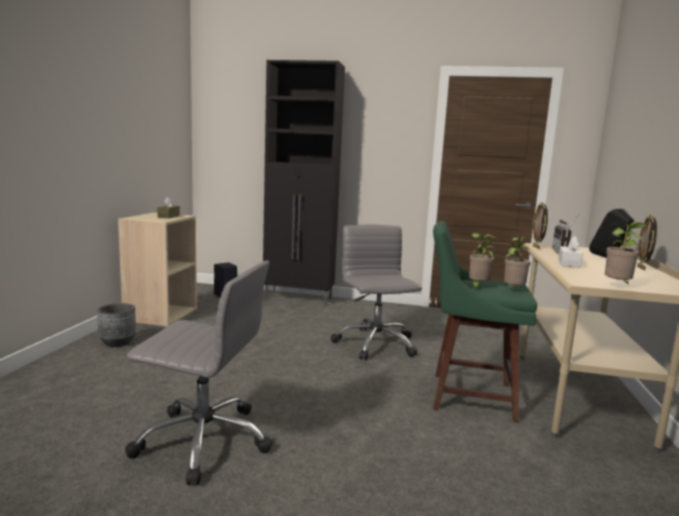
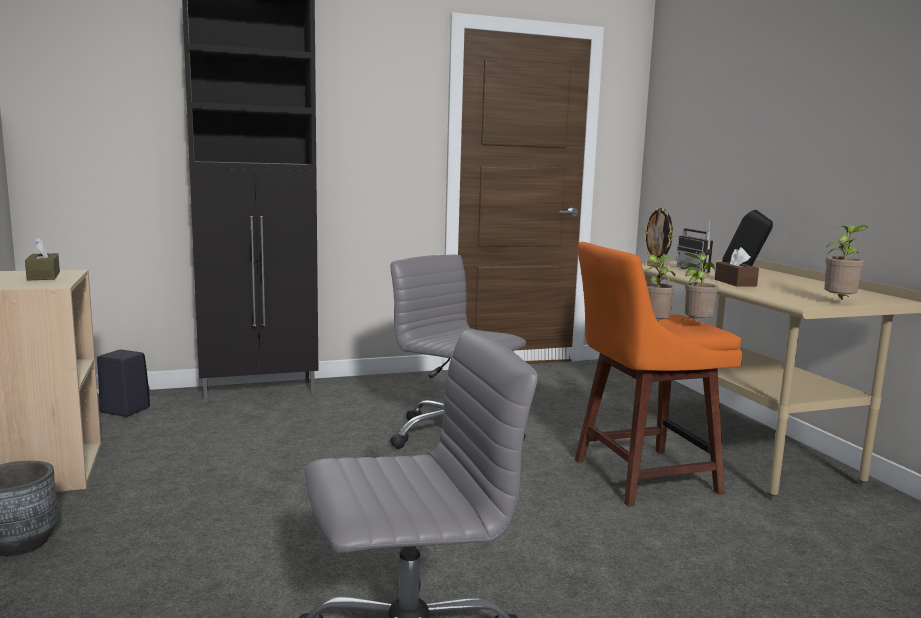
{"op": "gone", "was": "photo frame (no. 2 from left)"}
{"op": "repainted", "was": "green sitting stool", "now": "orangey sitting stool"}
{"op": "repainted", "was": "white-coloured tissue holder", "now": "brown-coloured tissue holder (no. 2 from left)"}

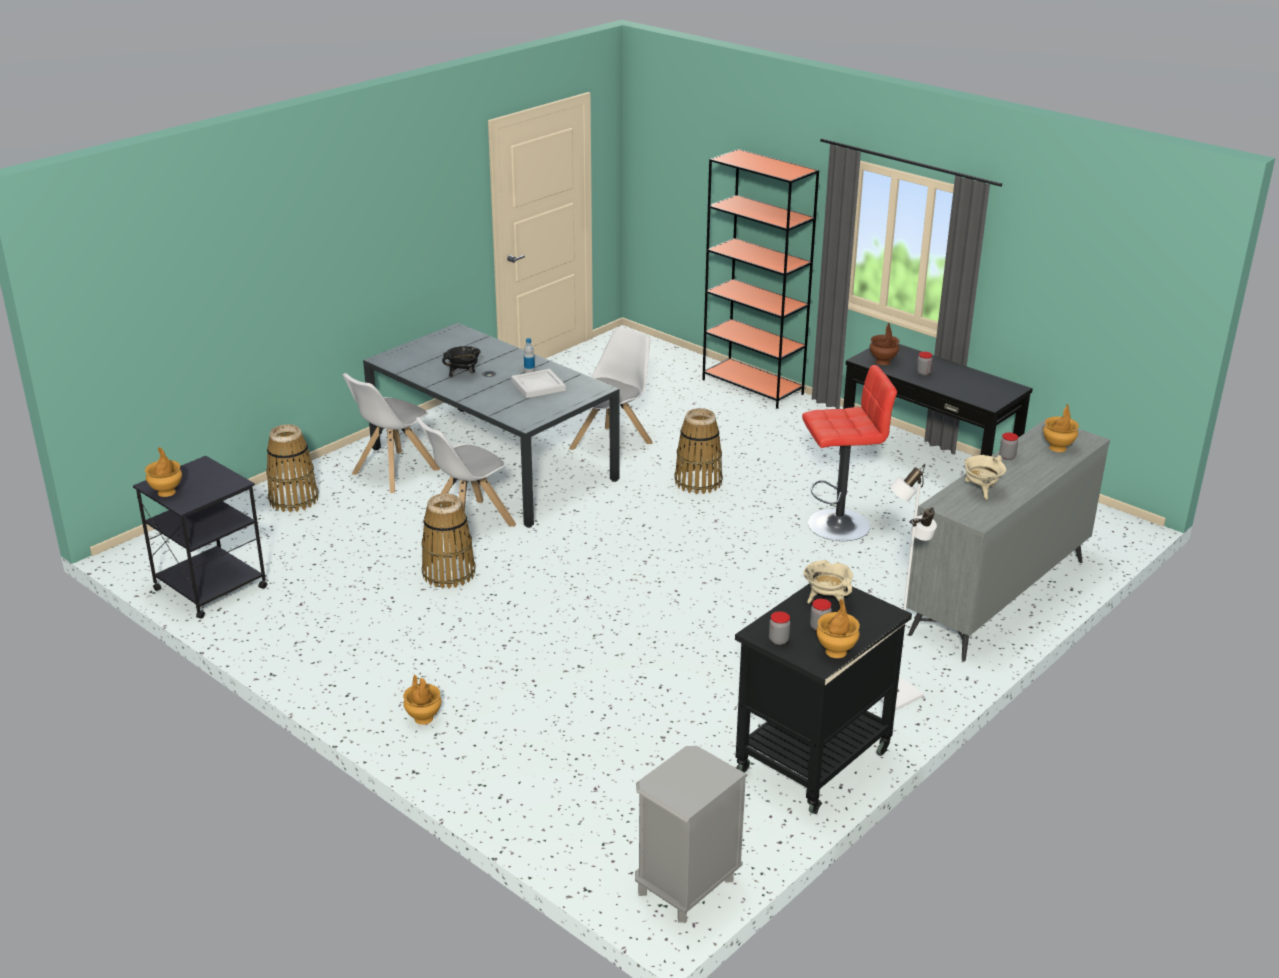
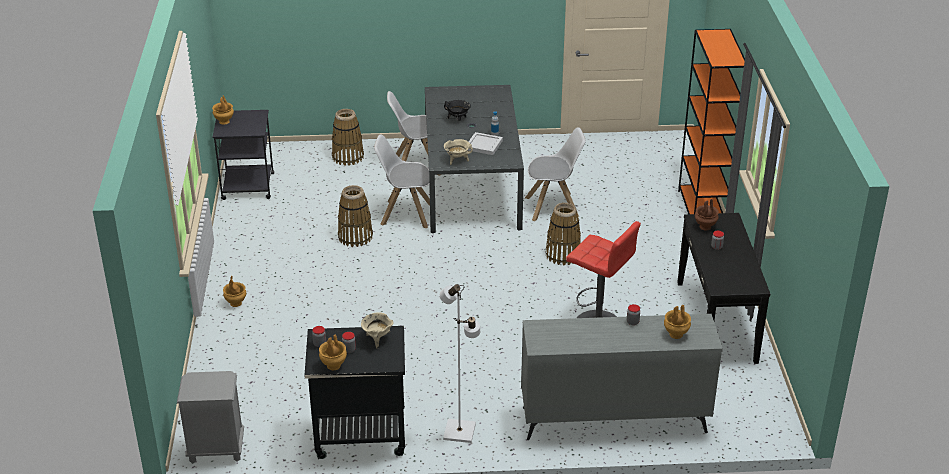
{"op": "shifted", "was": "sand-coloured stockpot (no. 2 from left)"}

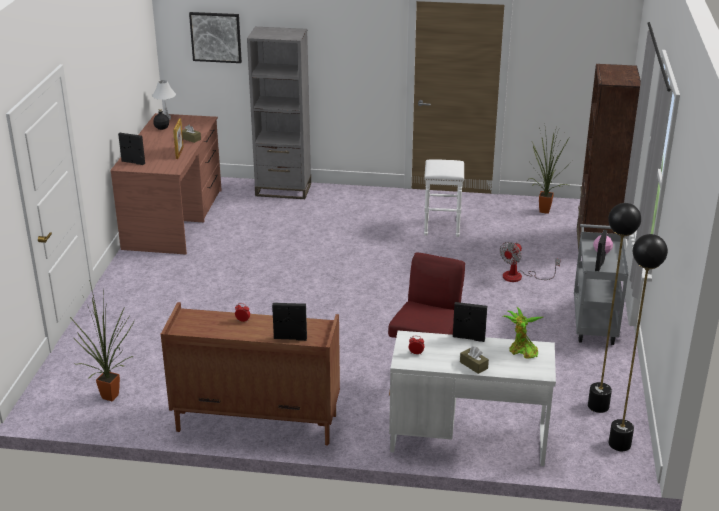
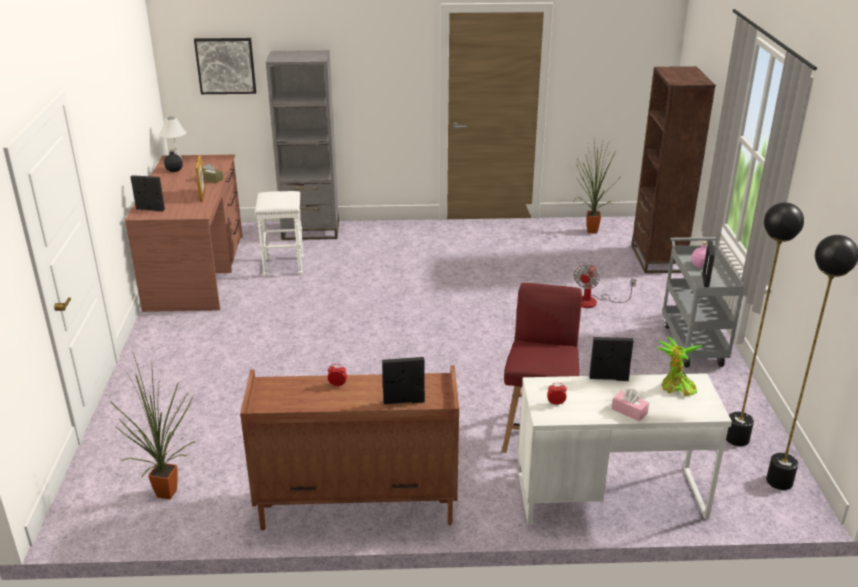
{"op": "shifted", "was": "white-coloured sitting stool"}
{"op": "repainted", "was": "brown-coloured tissue holder (no. 2 from left)", "now": "pinkish tissue holder"}

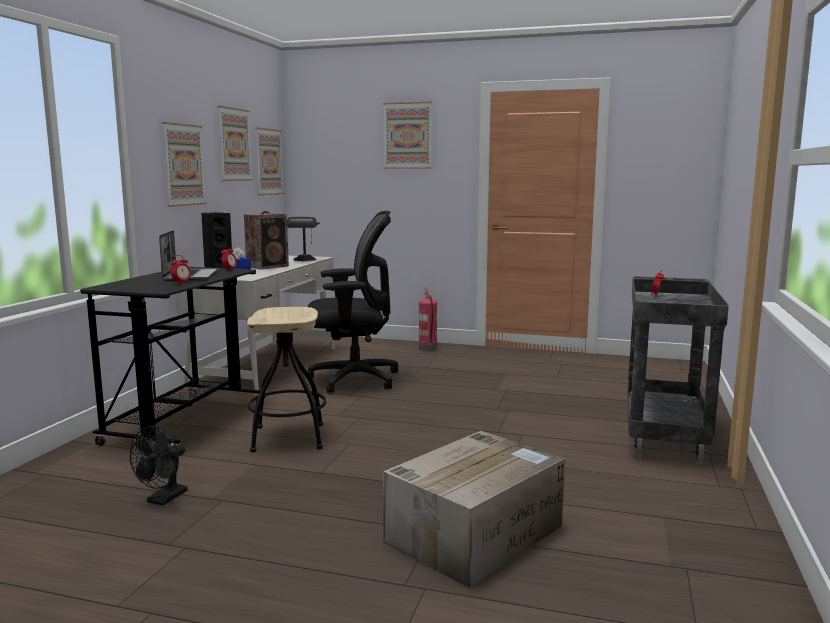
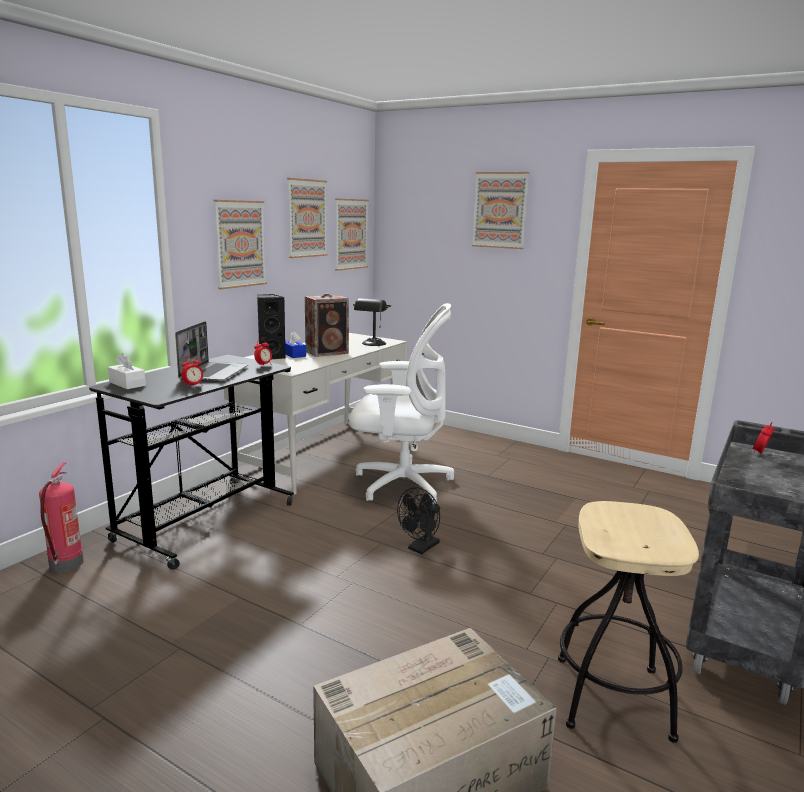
{"op": "new", "now": "white-coloured tissue holder"}
{"op": "shifted", "was": "black-coloured fan"}
{"op": "shifted", "was": "sand-coloured sitting stool"}
{"op": "shifted", "was": "extinguisher"}
{"op": "repainted", "was": "black-coloured computer chair", "now": "white-coloured computer chair"}

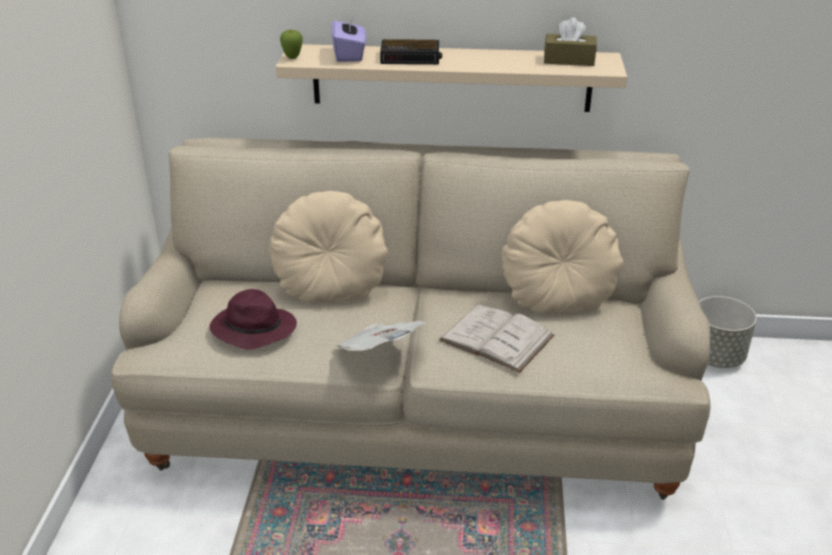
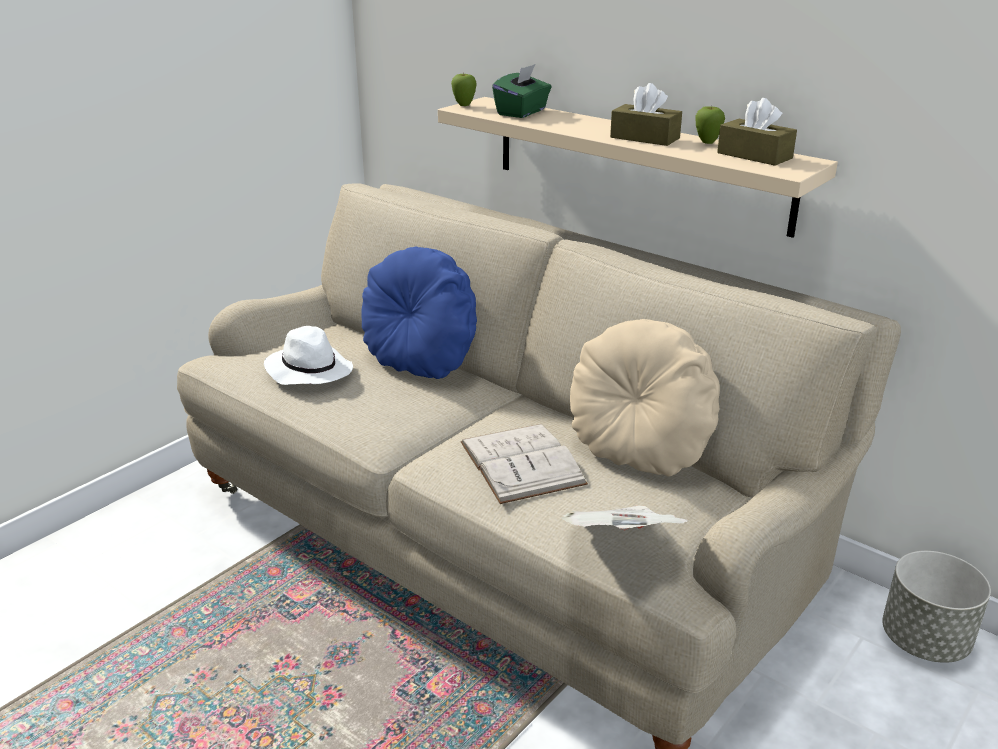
{"op": "gone", "was": "alarm clock"}
{"op": "new", "now": "brown-coloured tissue holder (no. 1 from left)"}
{"op": "new", "now": "apple (no. 2 from left)"}
{"op": "shifted", "was": "newspaper"}
{"op": "repainted", "was": "purplish clothing hat", "now": "white-coloured clothing hat"}
{"op": "repainted", "was": "sand-coloured pillow (no. 1 from left)", "now": "blue pillow"}
{"op": "repainted", "was": "purplish tissue holder", "now": "green tissue holder"}

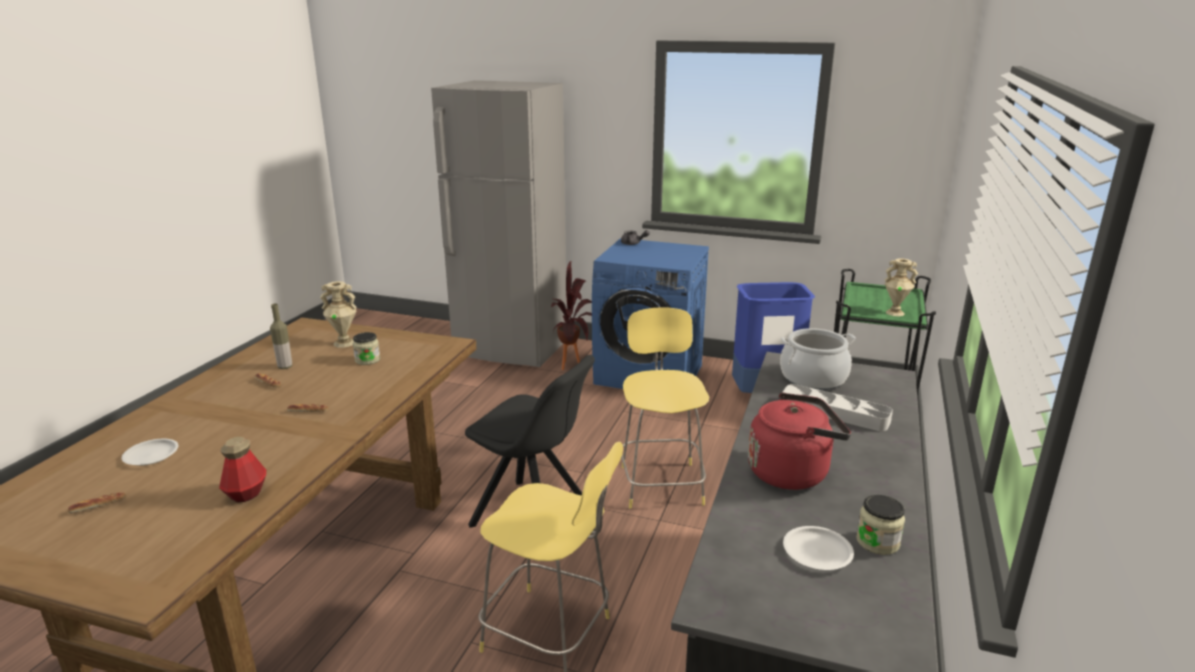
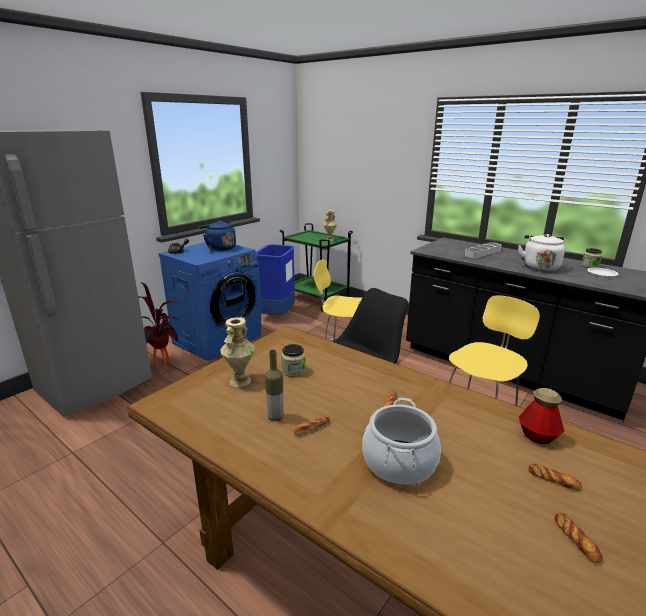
{"op": "gone", "was": "white-coloured plate (no. 1 from left)"}
{"op": "new", "now": "blue tea kettle"}
{"op": "new", "now": "bakery bread (no. 3 from left)"}
{"op": "shifted", "was": "stockpot"}
{"op": "repainted", "was": "red-coloured tea kettle", "now": "white-coloured tea kettle"}

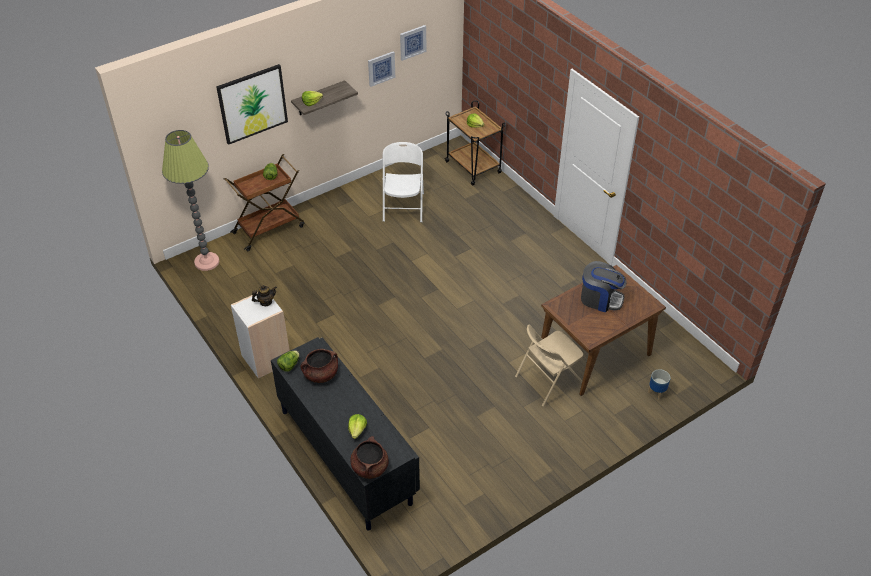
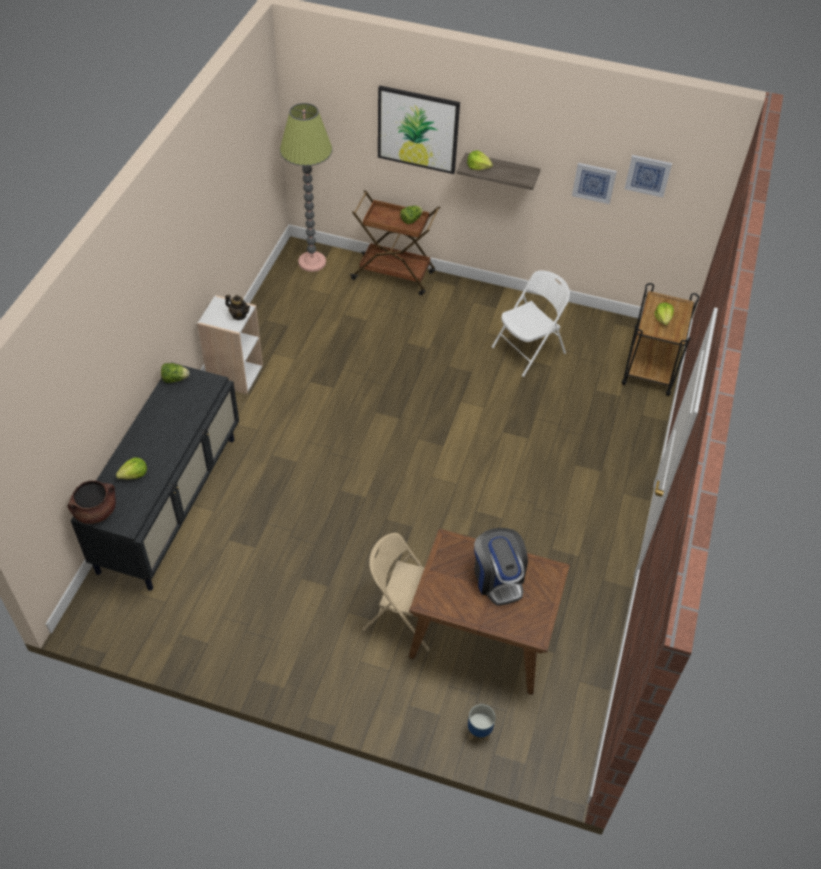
{"op": "gone", "was": "brown-coloured stockpot (no. 1 from left)"}

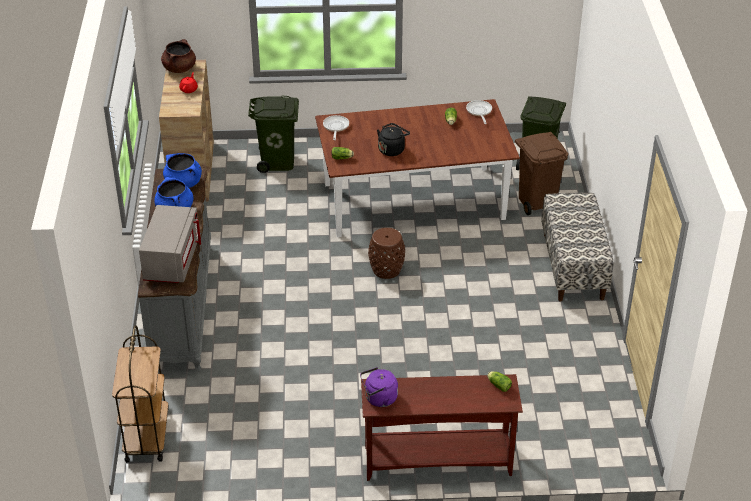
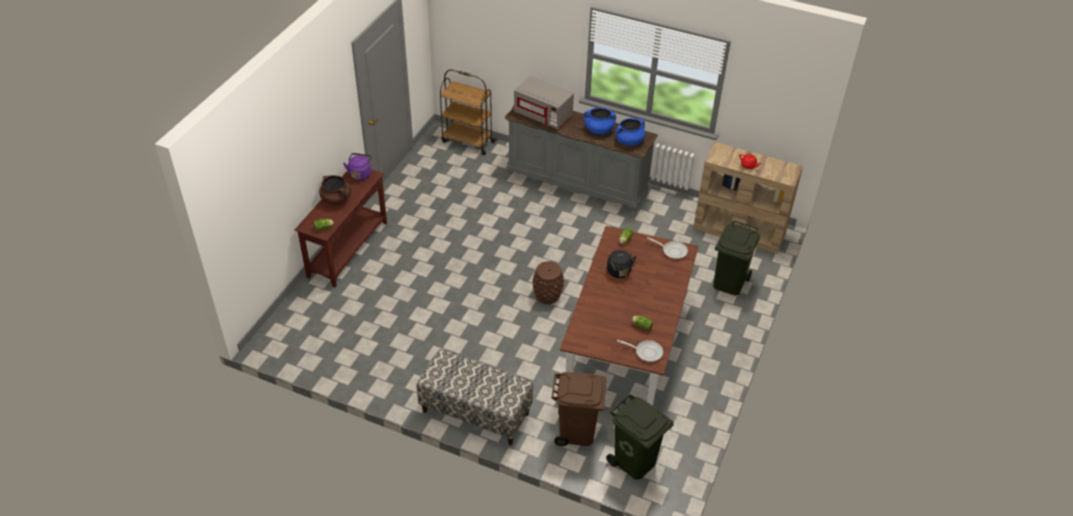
{"op": "shifted", "was": "brown-coloured stockpot"}

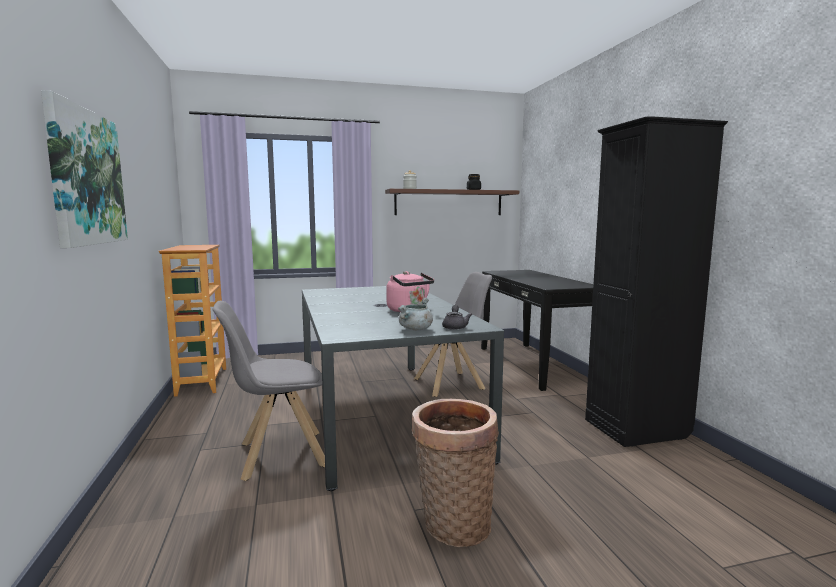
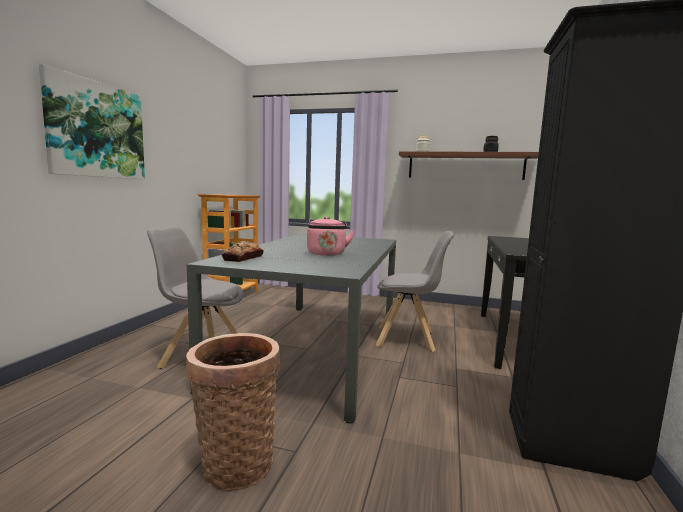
{"op": "gone", "was": "grey stockpot"}
{"op": "gone", "was": "grey tea pot"}
{"op": "new", "now": "bakery bread"}

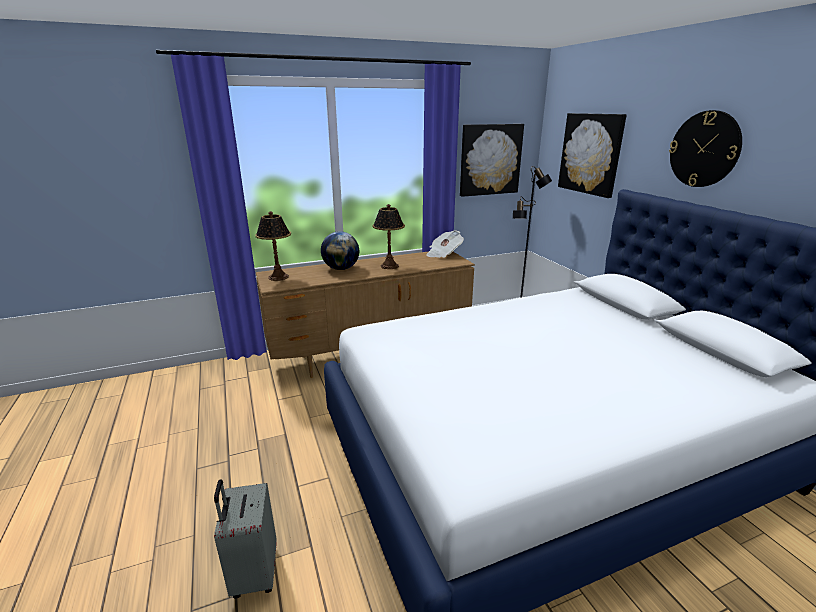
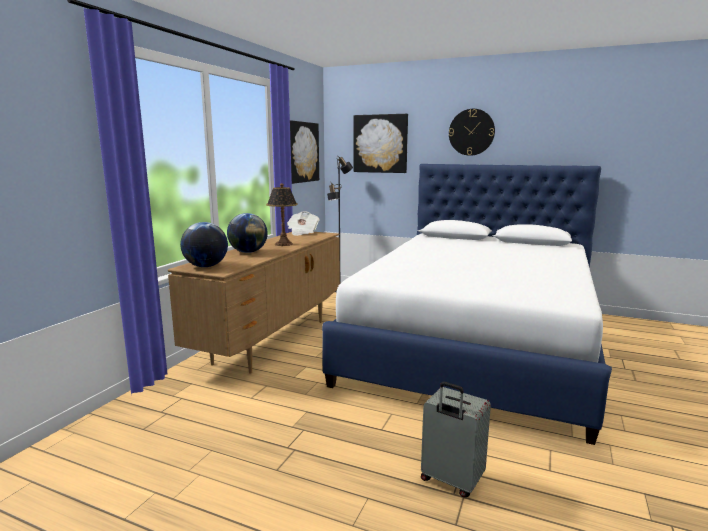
{"op": "swapped", "was": "lamp for a table (no. 1 from left)", "now": "desk globe (no. 1 from left)"}

